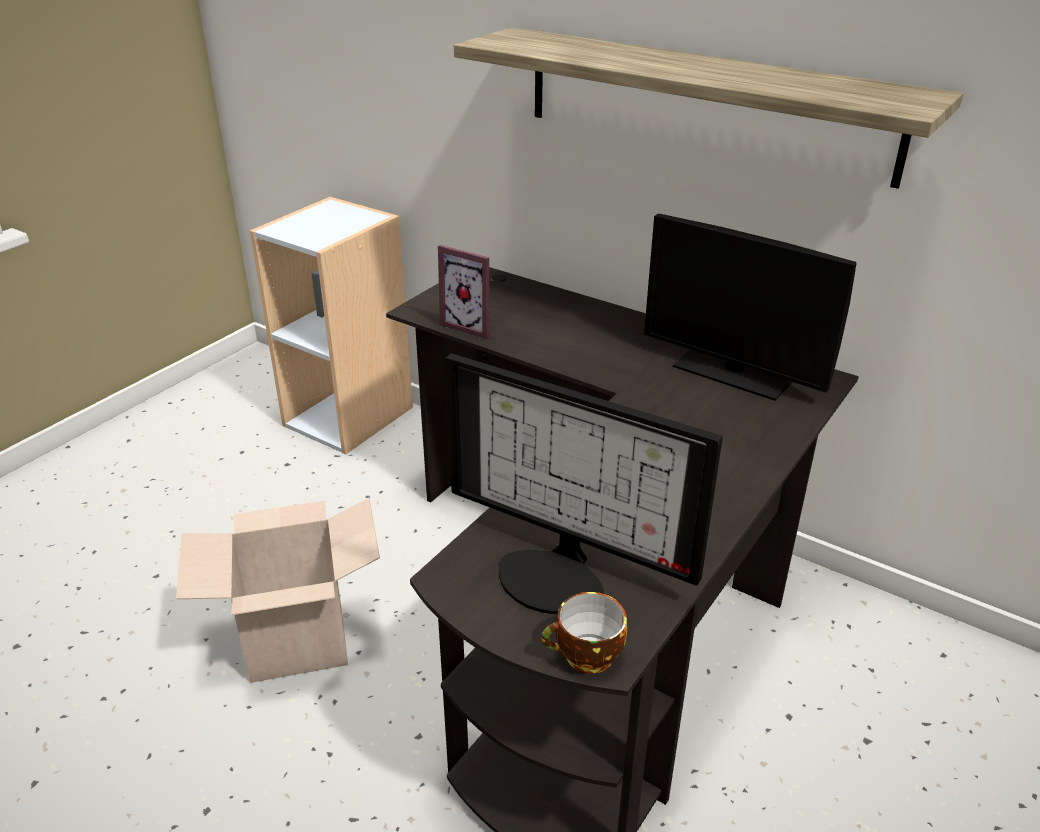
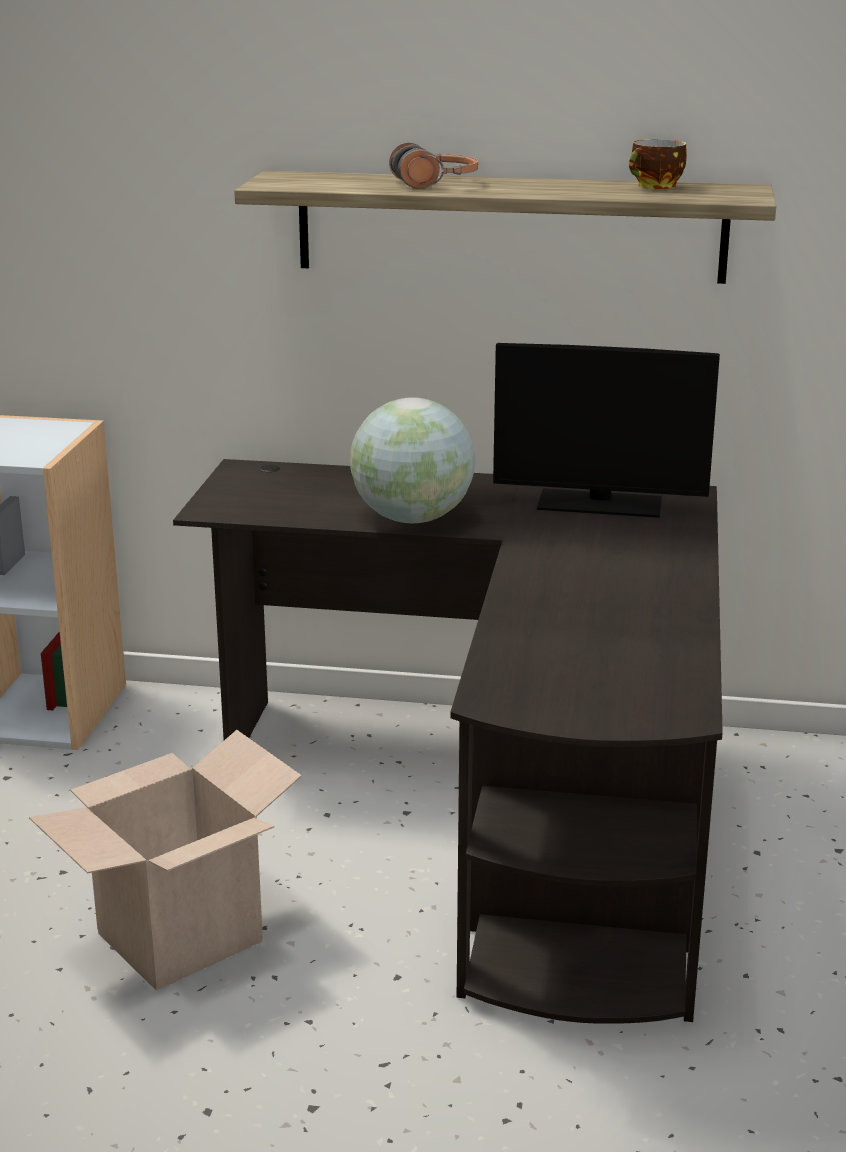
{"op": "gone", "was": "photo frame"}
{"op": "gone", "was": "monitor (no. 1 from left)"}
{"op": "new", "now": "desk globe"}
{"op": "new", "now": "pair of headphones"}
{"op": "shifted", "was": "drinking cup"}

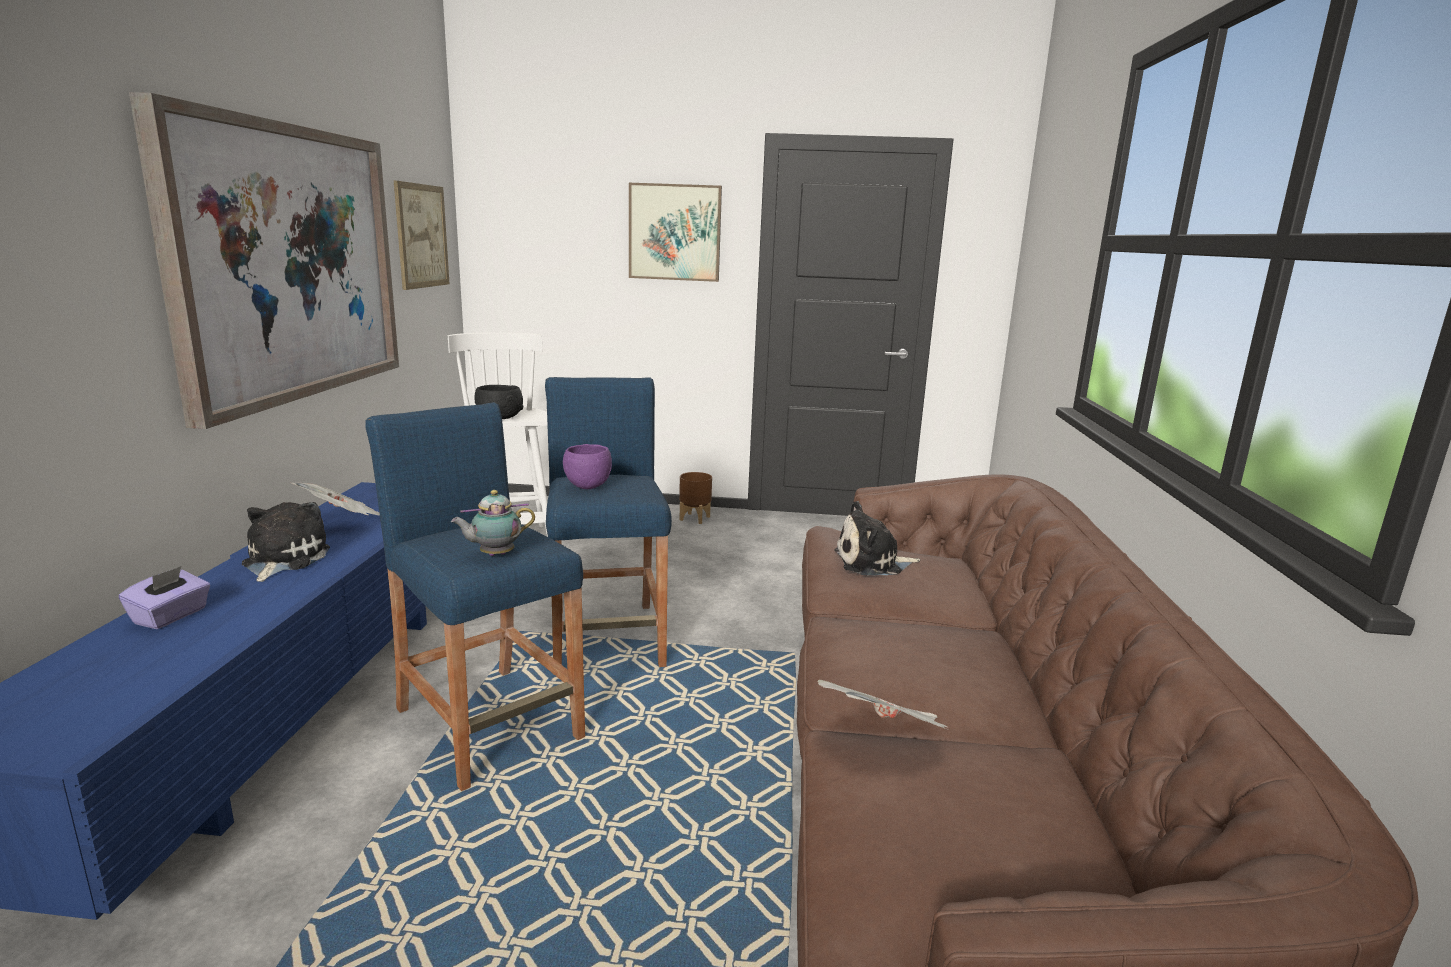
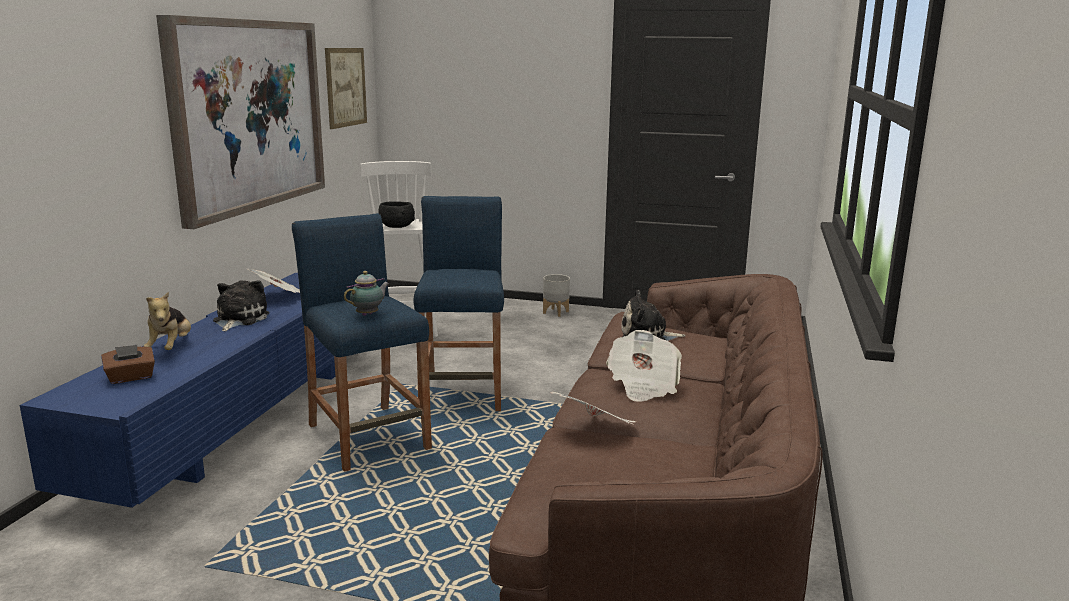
{"op": "gone", "was": "purplish deep dish"}
{"op": "gone", "was": "wall art (no. 3 from left)"}
{"op": "new", "now": "brown-coloured tissue holder"}
{"op": "new", "now": "newspaper (no. 3 from left)"}
{"op": "swapped", "was": "purplish tissue holder", "now": "plush toy (no. 1 from left)"}
{"op": "repainted", "was": "brown-coloured plant pot", "now": "grey plant pot"}
{"op": "rotated", "was": "tea pot", "clockwise": 150}

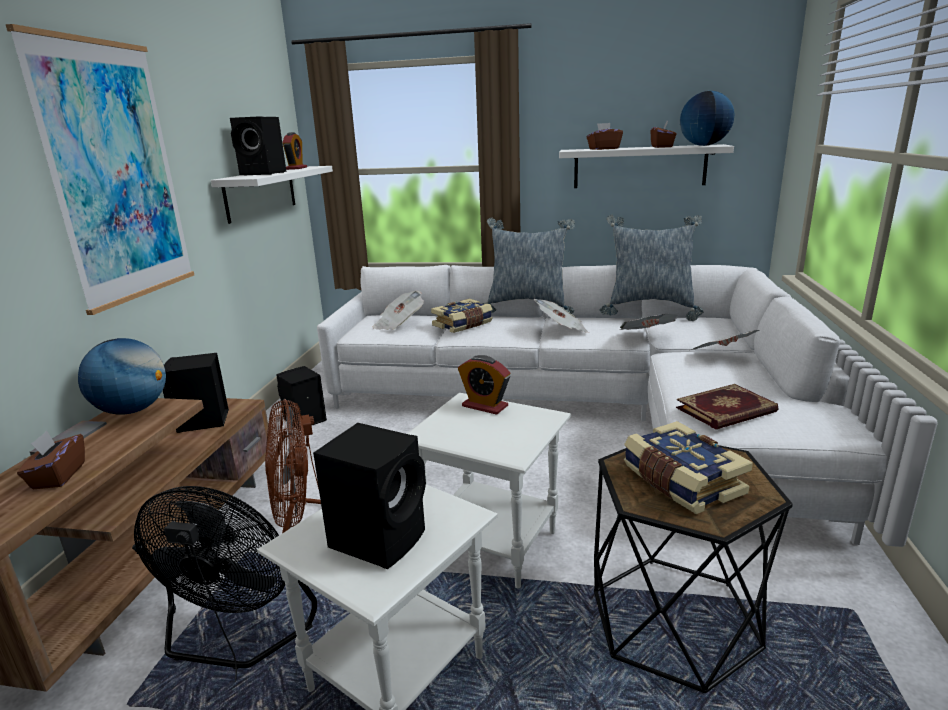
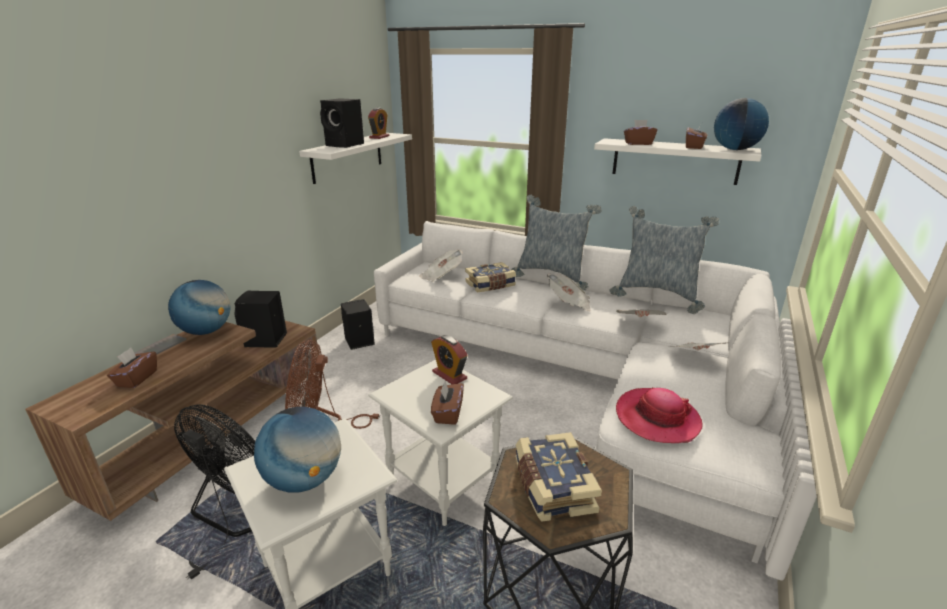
{"op": "gone", "was": "wall art"}
{"op": "new", "now": "brown-coloured tissue holder (no. 2 from left)"}
{"op": "swapped", "was": "black-coloured loudspeaker (no. 4 from left)", "now": "desk globe (no. 2 from left)"}
{"op": "swapped", "was": "volume (no. 3 from left)", "now": "clothing hat"}

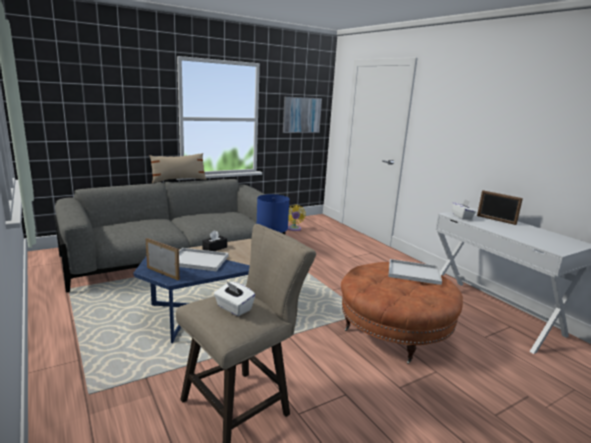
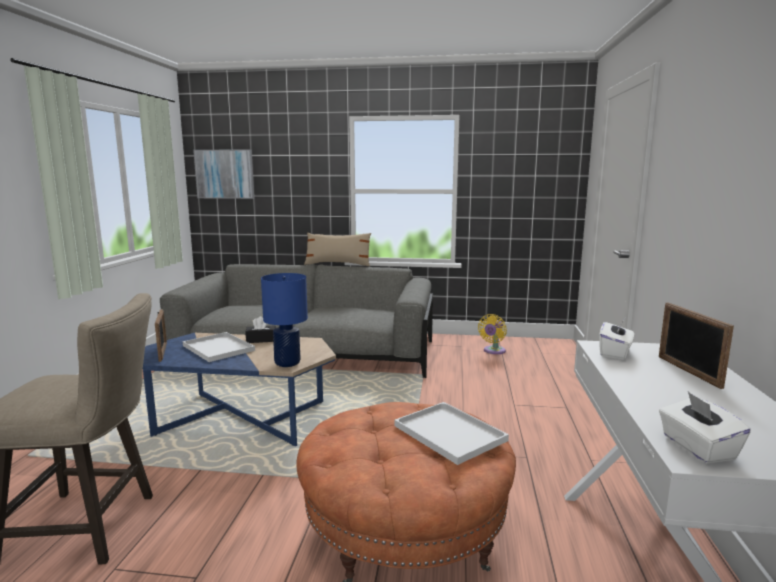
{"op": "shifted", "was": "white-coloured tissue holder (no. 1 from left in the first image)", "now": "white-coloured tissue holder (no. 2 from left)"}
{"op": "shifted", "was": "wall art"}

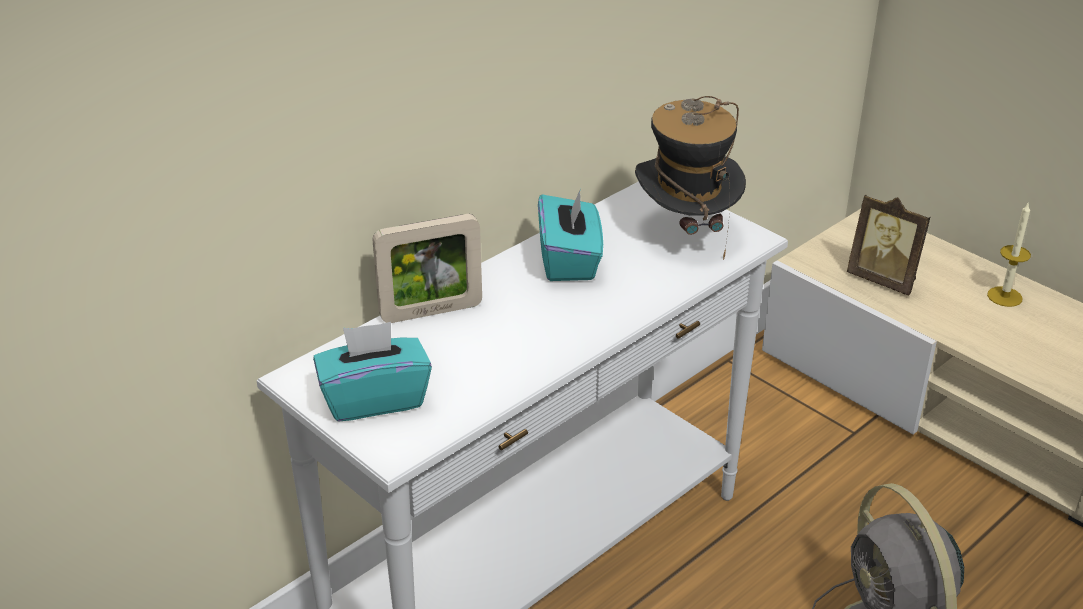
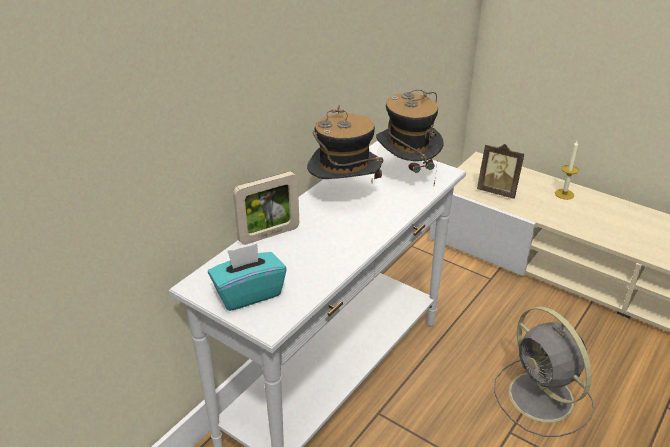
{"op": "swapped", "was": "turquoise-coloured tissue holder (no. 2 from left)", "now": "clothing hat (no. 1 from left)"}

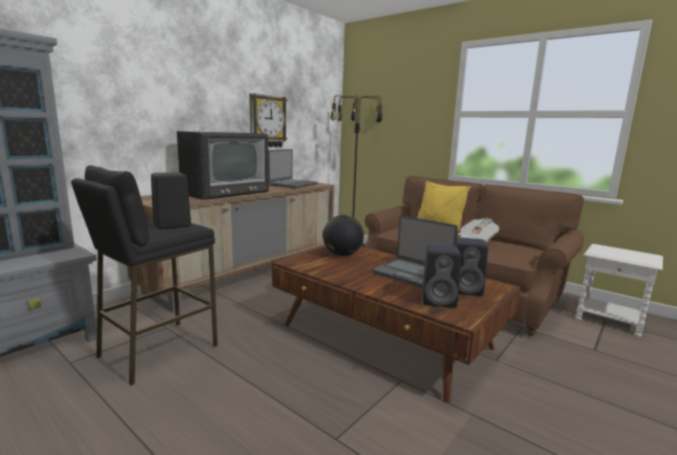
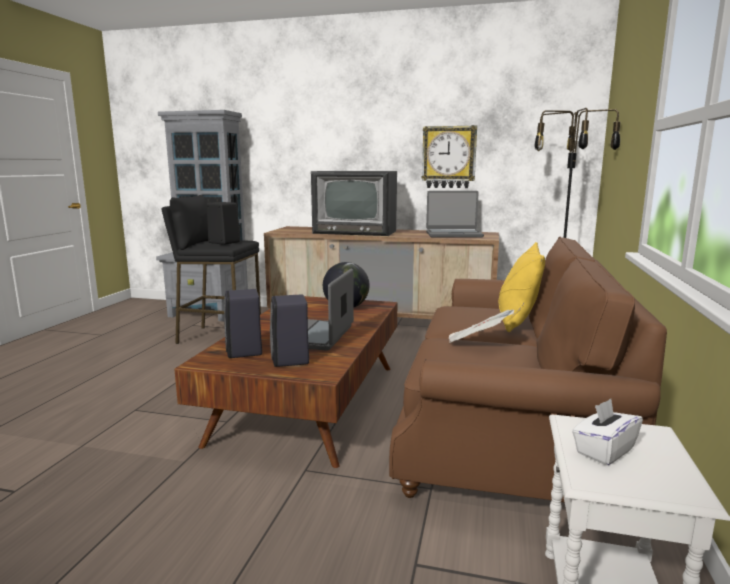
{"op": "new", "now": "white-coloured tissue holder"}

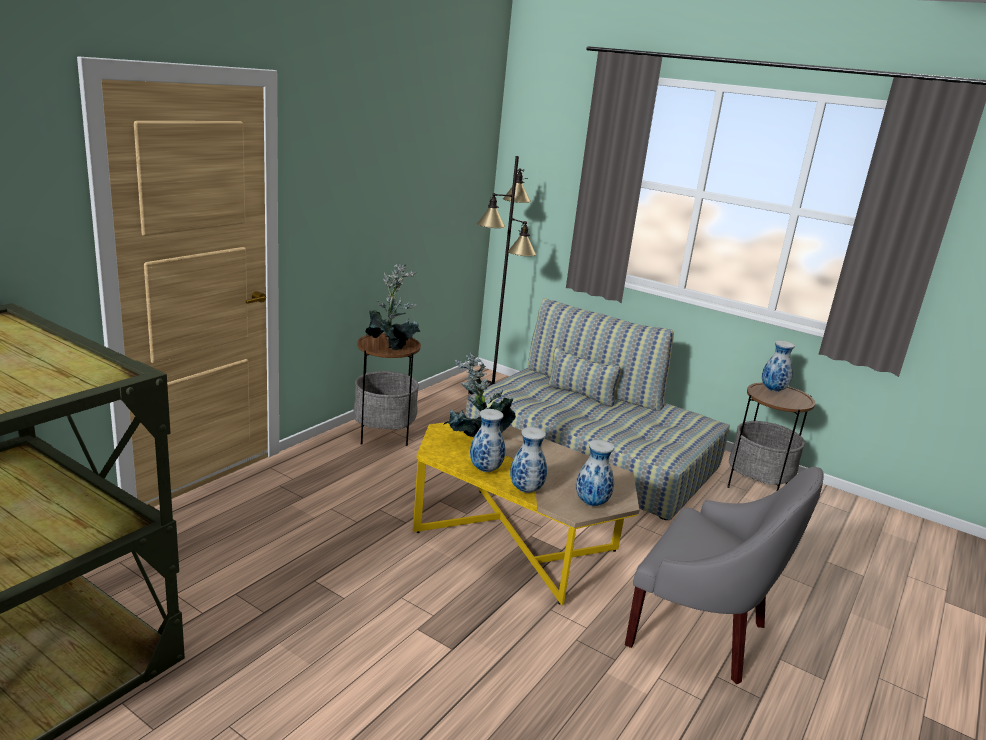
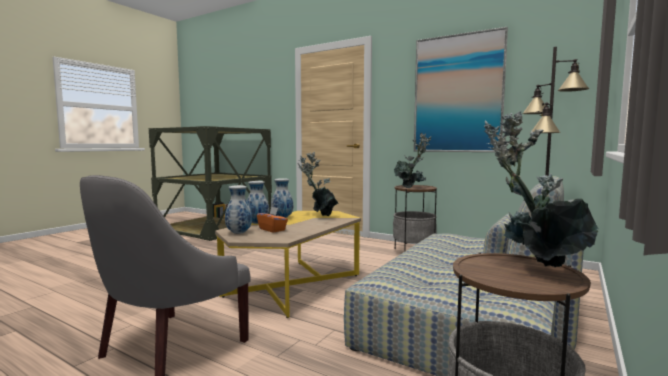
{"op": "new", "now": "orangey tissue holder"}
{"op": "new", "now": "wall art"}
{"op": "swapped", "was": "decorative vase (no. 4 from left)", "now": "plant in a pot (no. 3 from left)"}

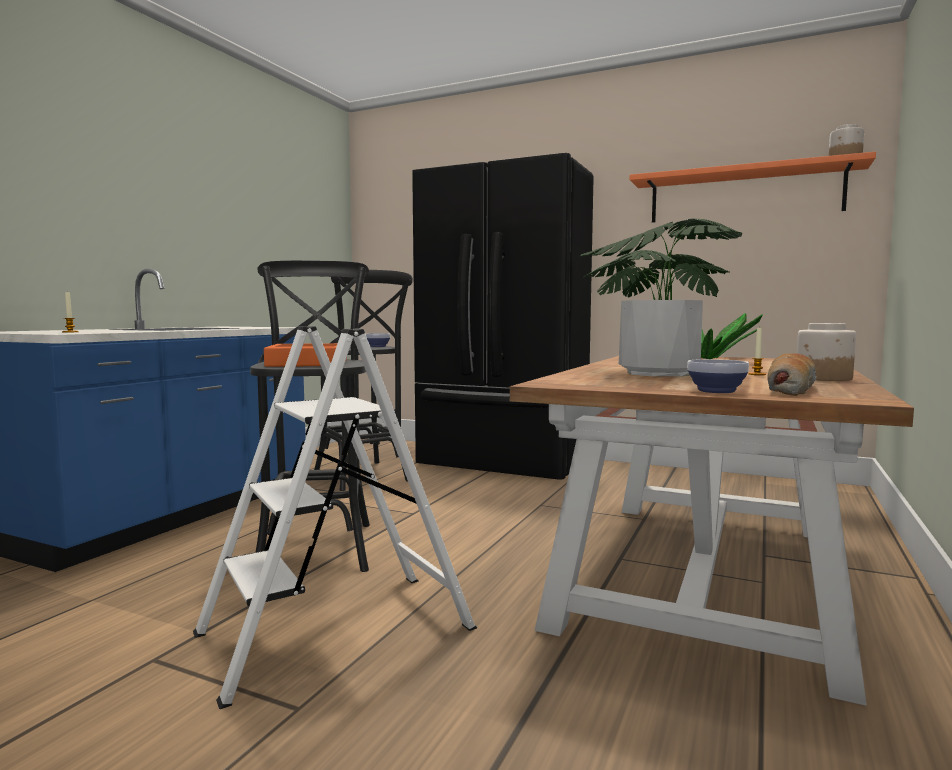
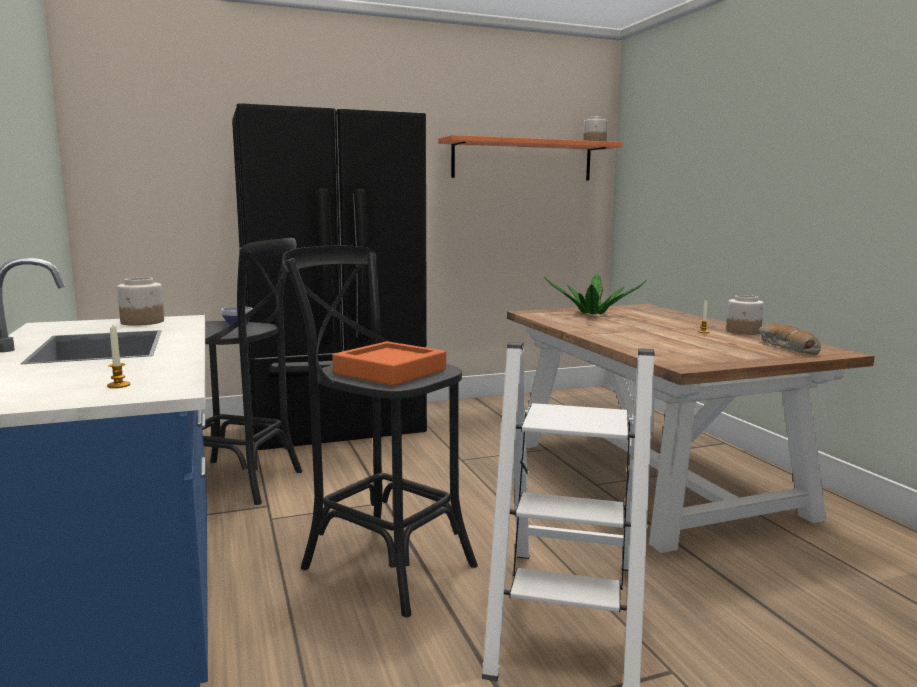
{"op": "gone", "was": "plant in a pot (no. 1 from left)"}
{"op": "gone", "was": "deep dish (no. 2 from left)"}
{"op": "new", "now": "preserve jar (no. 1 from left)"}

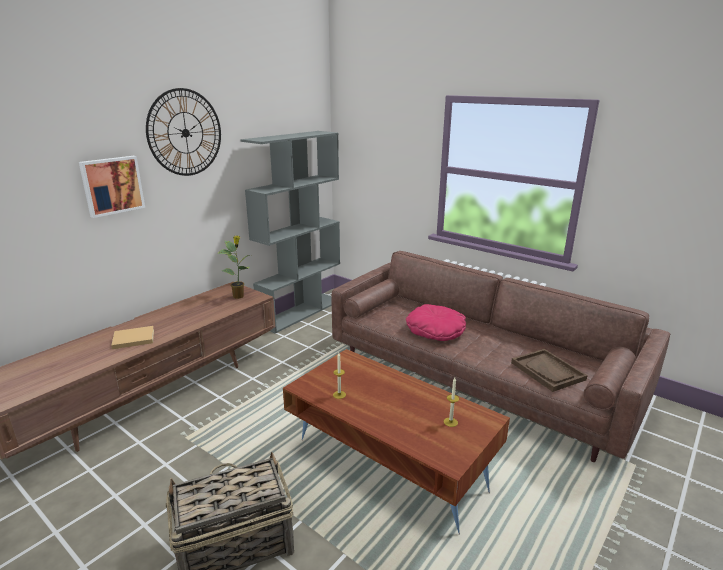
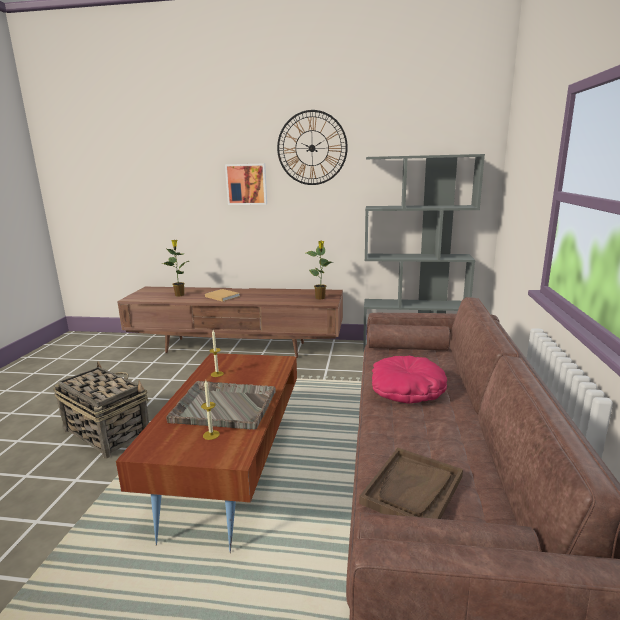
{"op": "new", "now": "plant in a pot (no. 1 from left)"}
{"op": "new", "now": "grey serving tray"}

